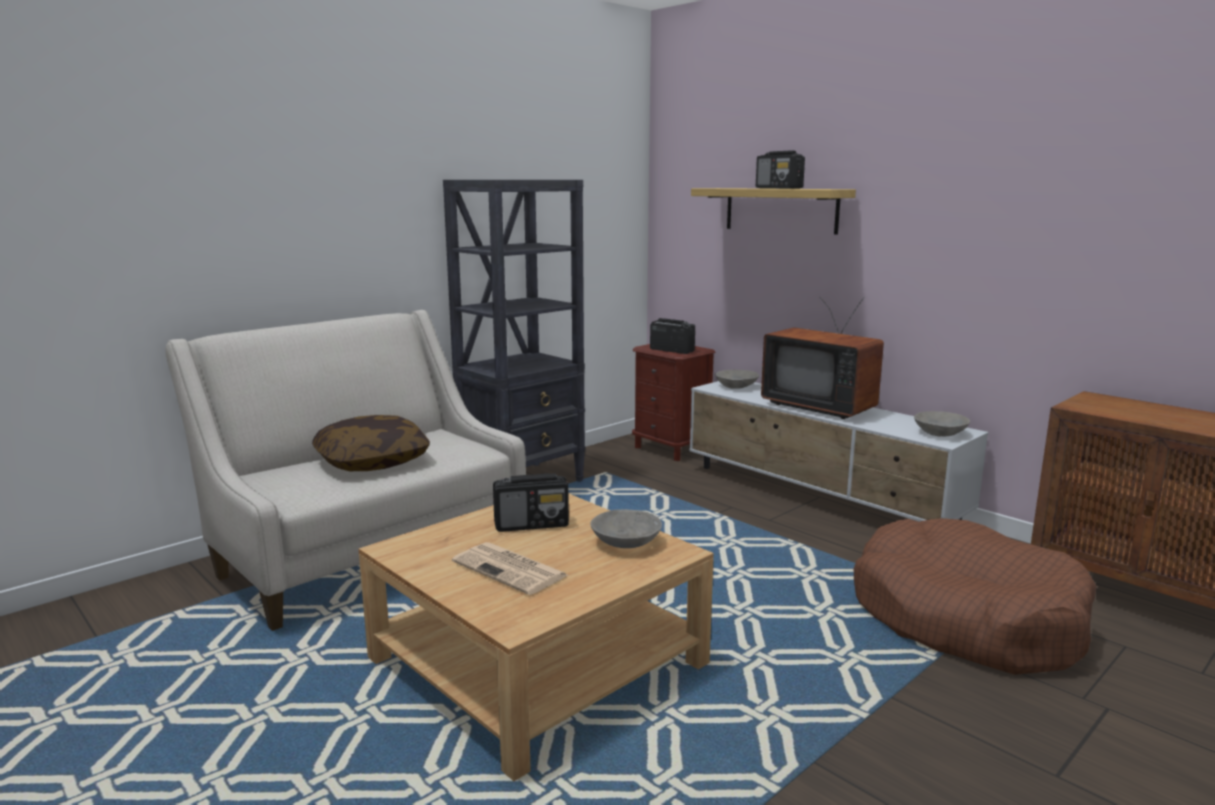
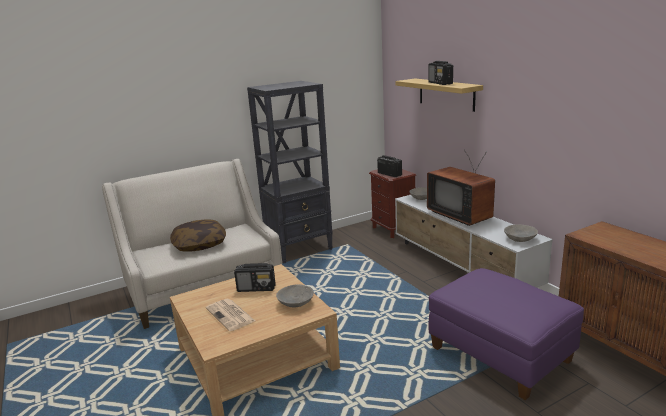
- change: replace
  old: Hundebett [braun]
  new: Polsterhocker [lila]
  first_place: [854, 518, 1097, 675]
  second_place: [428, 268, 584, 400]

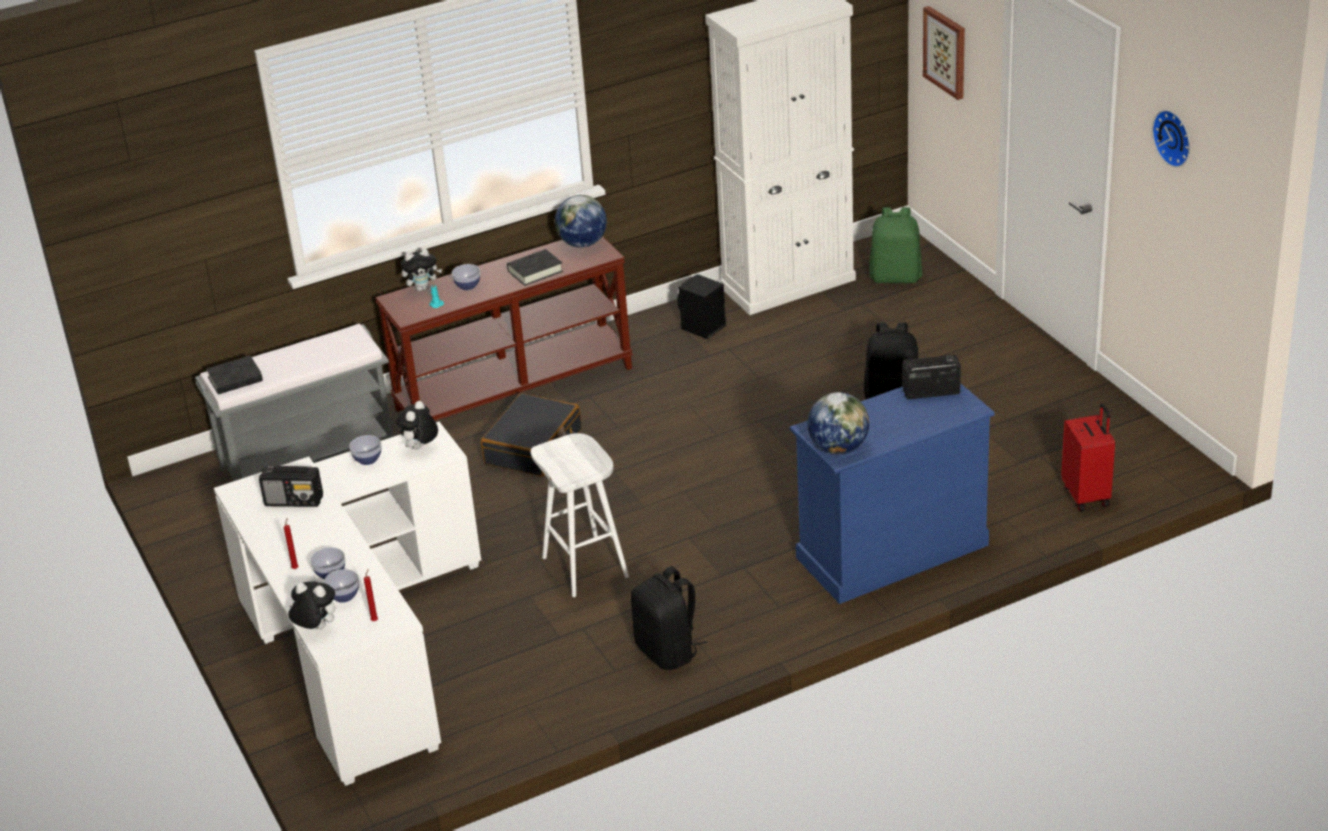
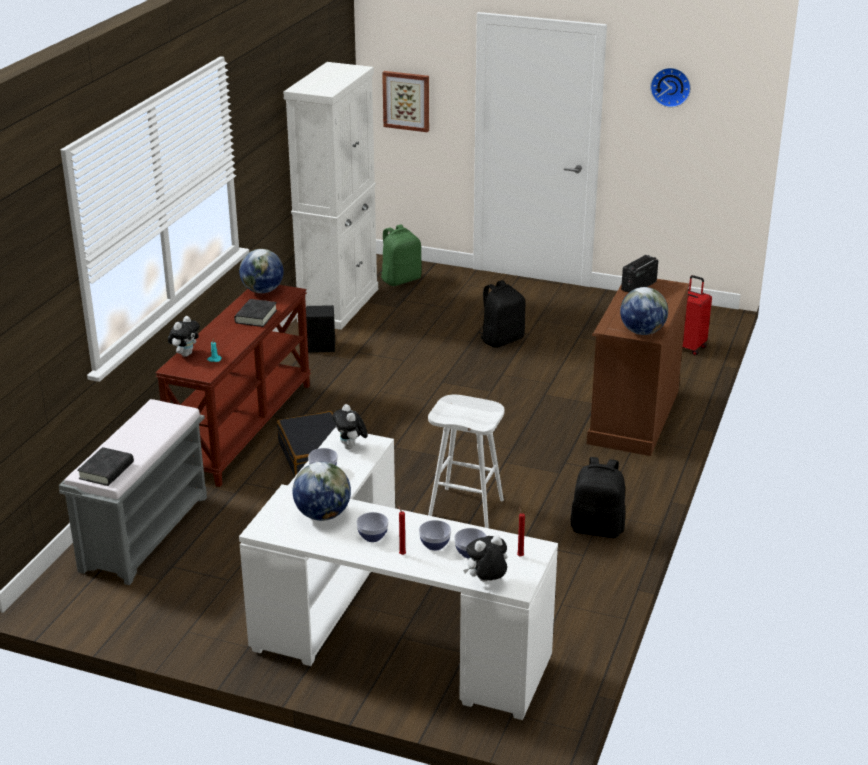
- change: move
  old: Schüssel
  first_place: [452, 264, 480, 290]
  second_place: [357, 512, 388, 542]
- change: replace
  old: Radio
  new: Globus
  first_place: [259, 465, 323, 507]
  second_place: [293, 462, 351, 521]
- change: recolor
  old: Kommode [blau]
  new: Kommode [braun]
  first_place: [789, 383, 995, 604]
  second_place: [587, 279, 689, 456]

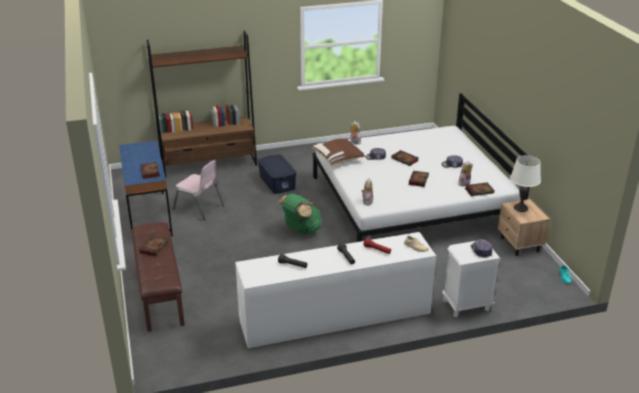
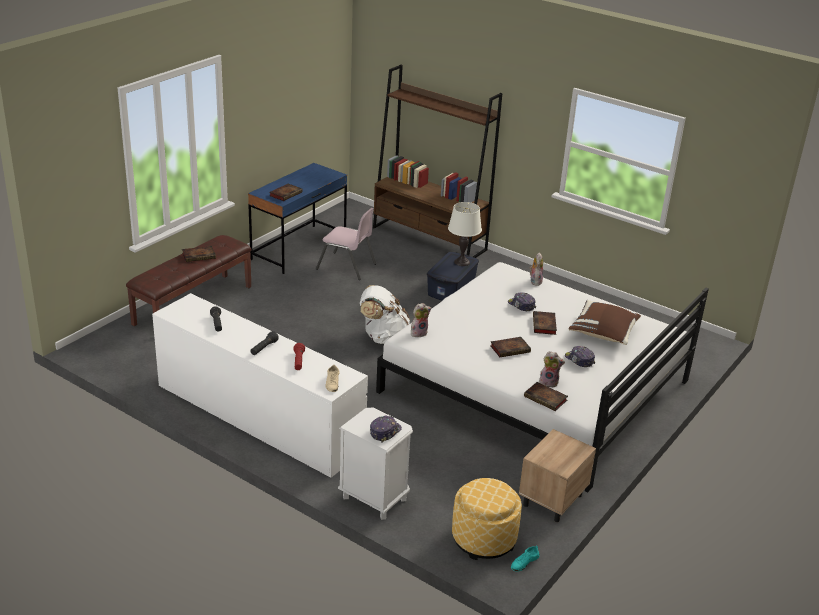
- change: insert
  new: Polsterhocker
  second_place: [452, 478, 522, 560]
- change: move
  old: Kissen [braun]
  first_place: [312, 138, 367, 166]
  second_place: [569, 300, 641, 345]
- change: move
  old: Tischlampe [weiß]
  first_place: [510, 155, 541, 212]
  second_place: [448, 202, 482, 266]
- change: recolor
  old: Rucksack [grün]
  new: Rucksack [weiß]
  first_place: [278, 194, 321, 234]
  second_place: [360, 285, 410, 344]
- change: rotate
  old: Stuhl [rosa]
  first_place: [173, 161, 224, 220]
  second_place: [316, 208, 376, 280]
  degrees: -60

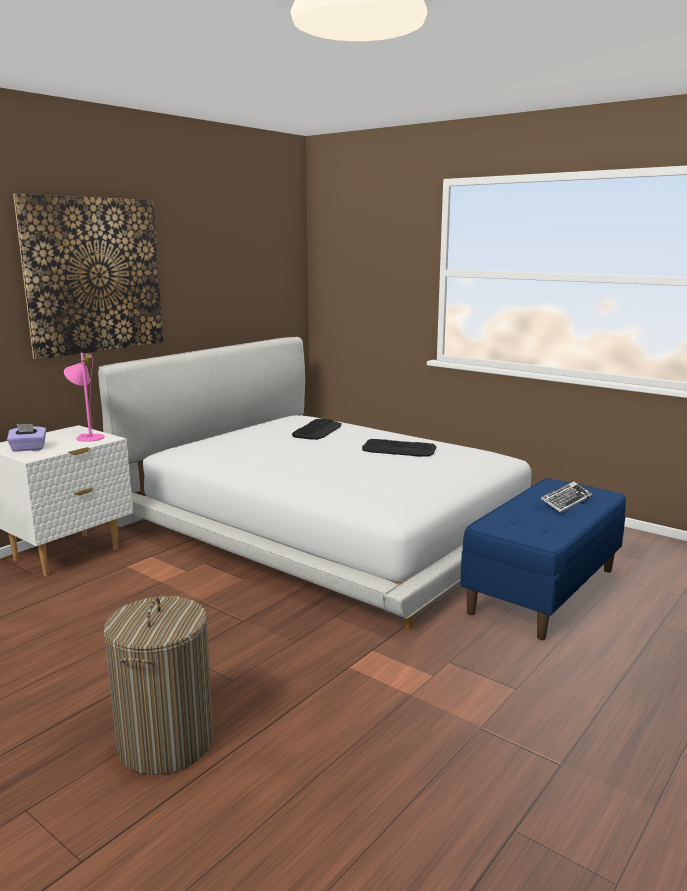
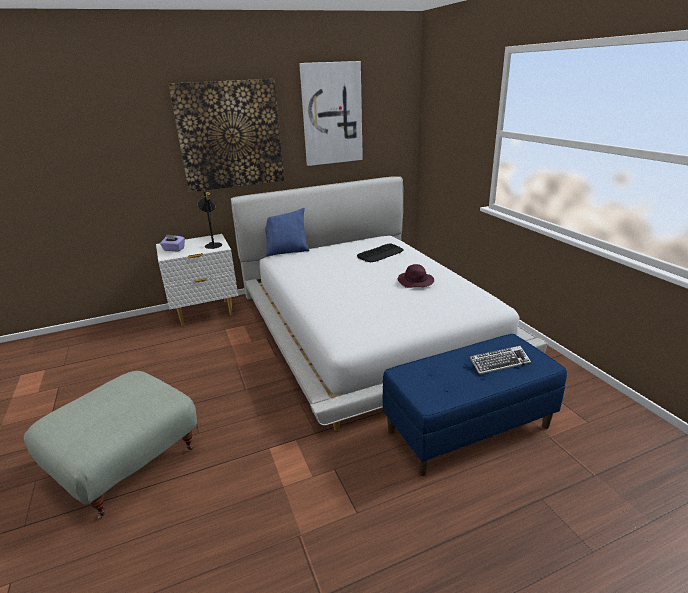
- change: insert
  new: Kissen [blau]
  second_place: [265, 208, 310, 256]
- change: insert
  new: Bild
  second_place: [299, 61, 363, 166]
- change: replace
  old: Wäschekorb
  new: Polsterhocker [grau]
  first_place: [104, 596, 213, 775]
  second_place: [24, 371, 197, 520]
- change: replace
  old: Tastatur
  new: Hut [lila]
  first_place: [362, 439, 436, 457]
  second_place: [398, 264, 434, 288]
- change: recolor
  old: Tischlampe [rosa]
  new: Tischlampe [schwarz]
  first_place: [64, 353, 105, 442]
  second_place: [198, 191, 222, 249]

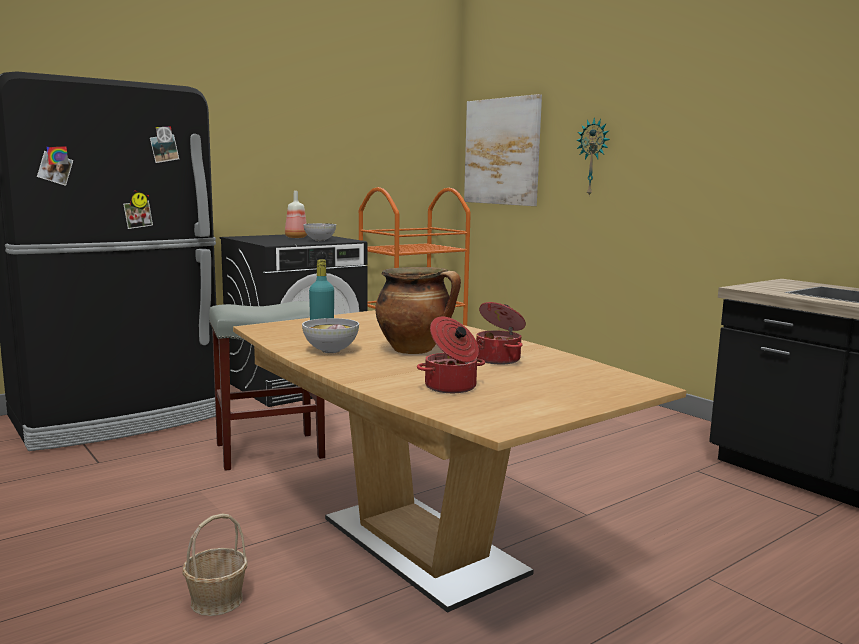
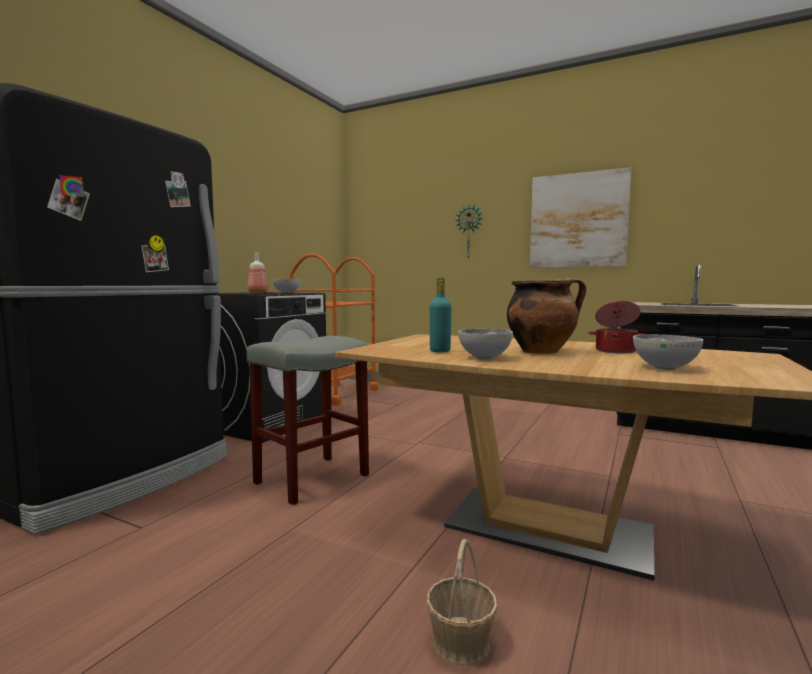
- change: move
  old: Bild
  first_place: [464, 94, 542, 206]
  second_place: [530, 168, 631, 268]
- change: replace
  old: Kochtopf
  new: Schüssel
  first_place: [417, 317, 485, 393]
  second_place: [633, 335, 703, 370]

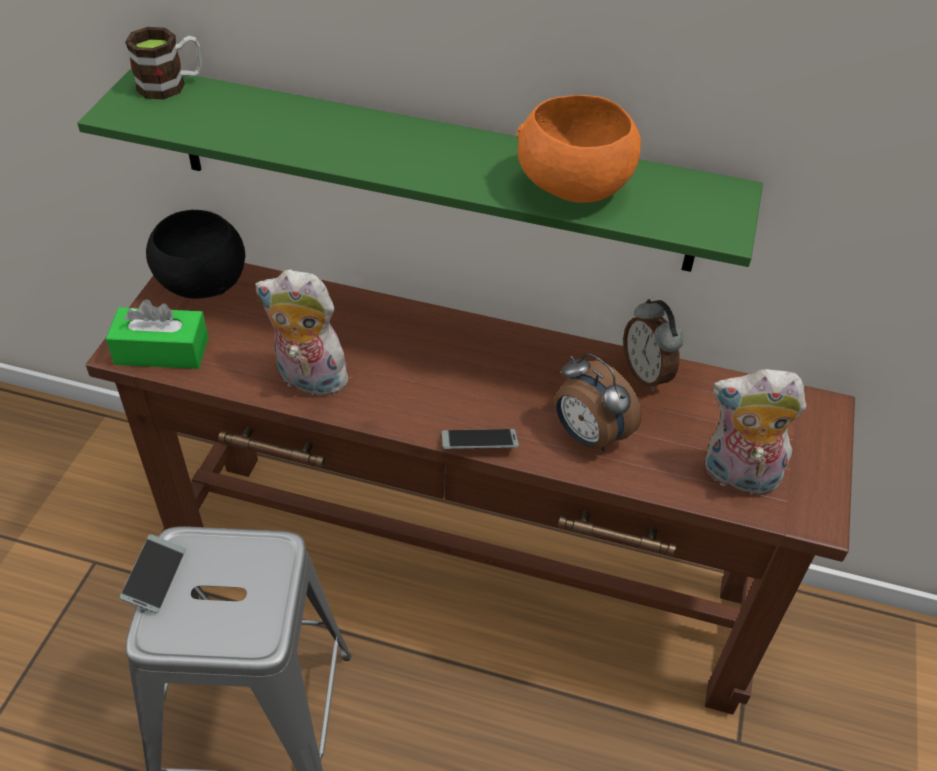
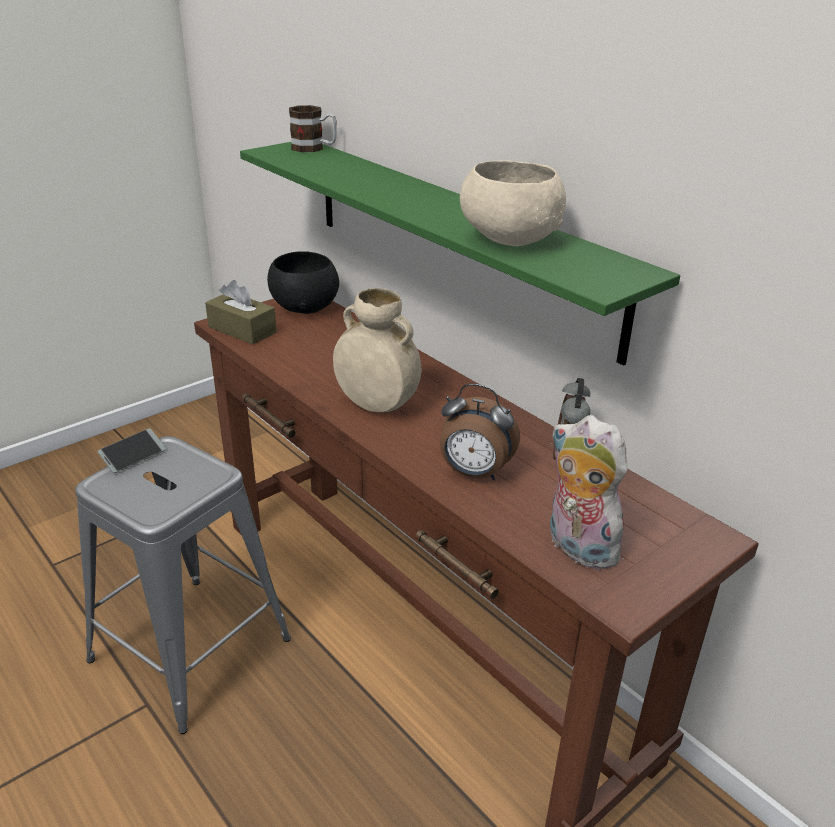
- change: delete
  old: Plüschtier
  first_place: [255, 269, 348, 400]
- change: delete
  old: Handy
  first_place: [442, 429, 519, 449]
- change: insert
  new: Vase [beige]
  second_place: [333, 288, 421, 412]
- change: recolor
  old: Taschentuchbox [grün]
  new: Taschentuchbox [braun]
  first_place: [106, 299, 209, 369]
  second_place: [205, 280, 276, 345]
- change: recolor
  old: Schüssel [orange]
  new: Schüssel [beige]
  first_place: [517, 95, 641, 203]
  second_place: [460, 160, 566, 246]
- change: rotate
  old: Wecker
  first_place: [555, 353, 642, 452]
  second_place: [440, 383, 520, 480]
  degrees: -60

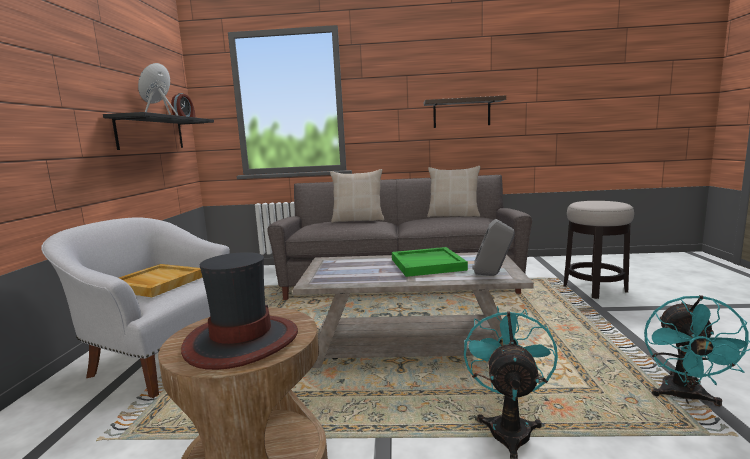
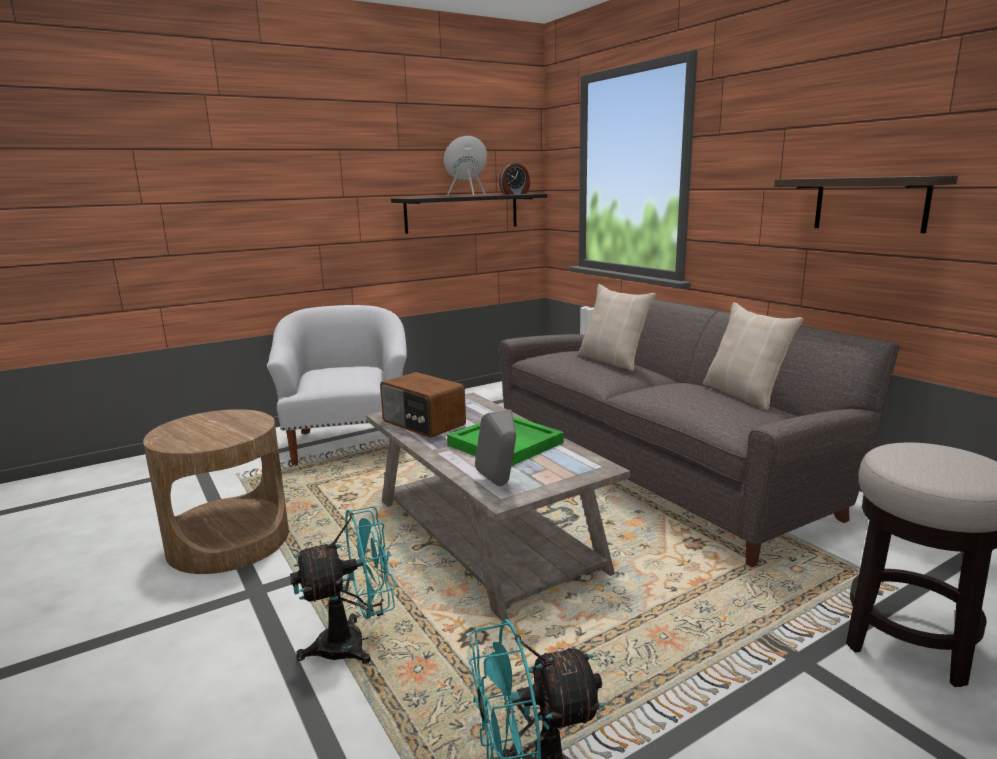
- change: delete
  old: Tablett [beige]
  first_place: [119, 264, 202, 297]
- change: delete
  old: Hut
  first_place: [181, 252, 298, 370]
- change: insert
  new: Radio
  second_place: [380, 372, 466, 438]

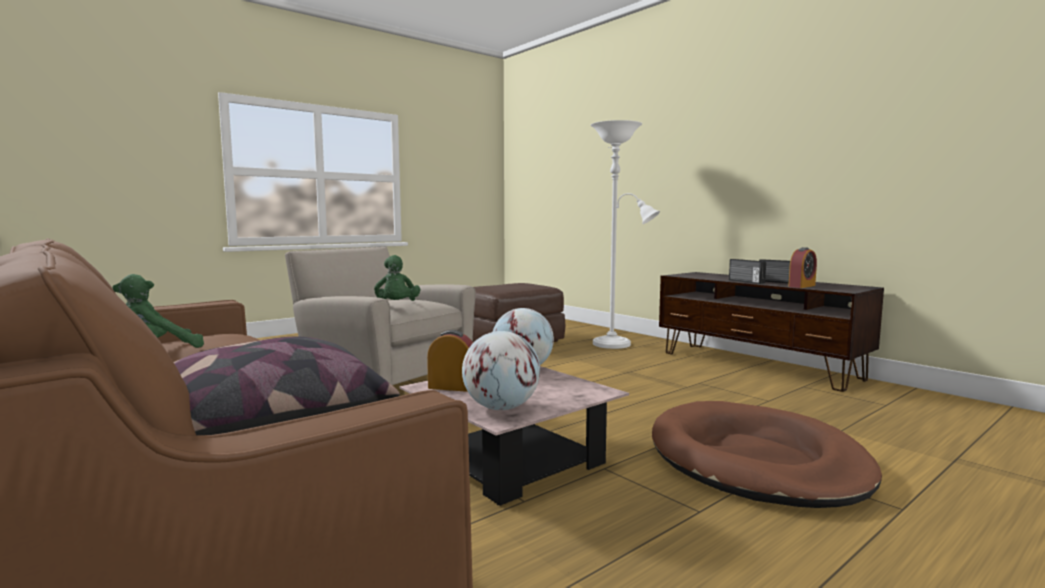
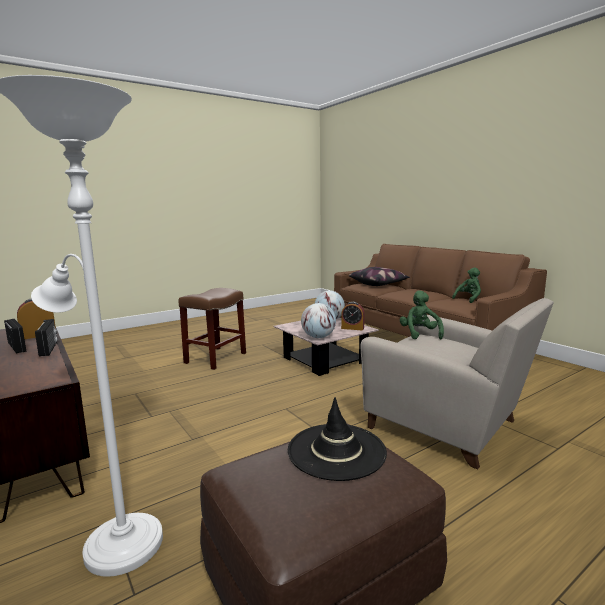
- change: insert
  new: Hut [schwarz]
  second_place: [288, 397, 387, 481]
- change: replace
  old: Hundebett [braun]
  new: Hocker [braun]
  first_place: [652, 401, 882, 508]
  second_place: [178, 288, 246, 370]

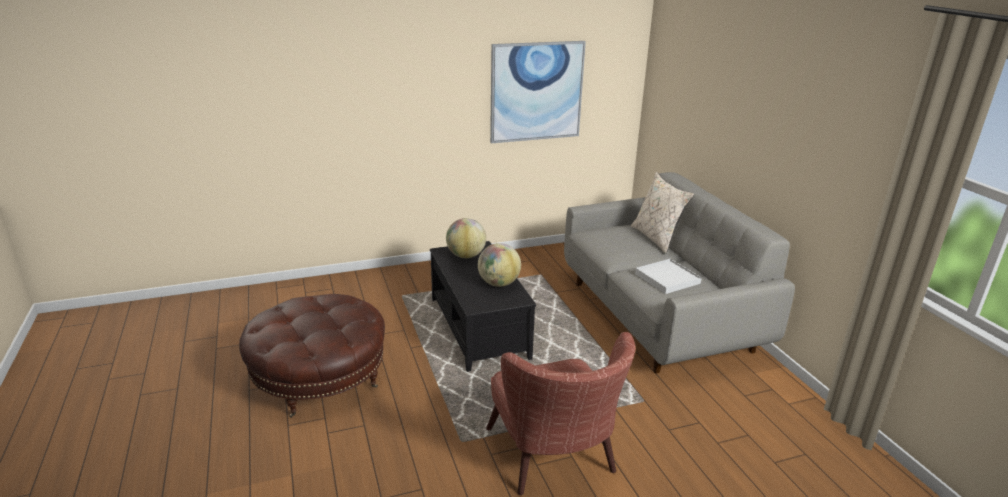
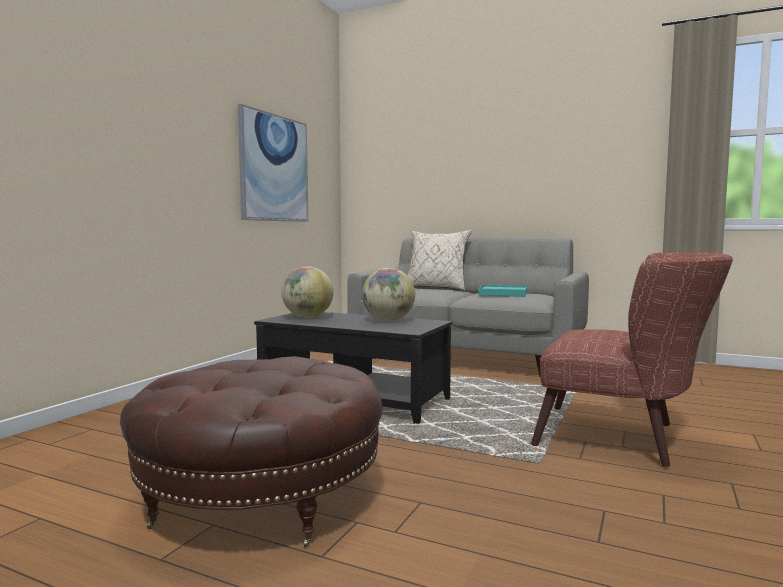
- change: recolor
  old: Tablett [weiß]
  new: Tablett [türkis]
  first_place: [635, 259, 702, 294]
  second_place: [478, 284, 527, 297]

